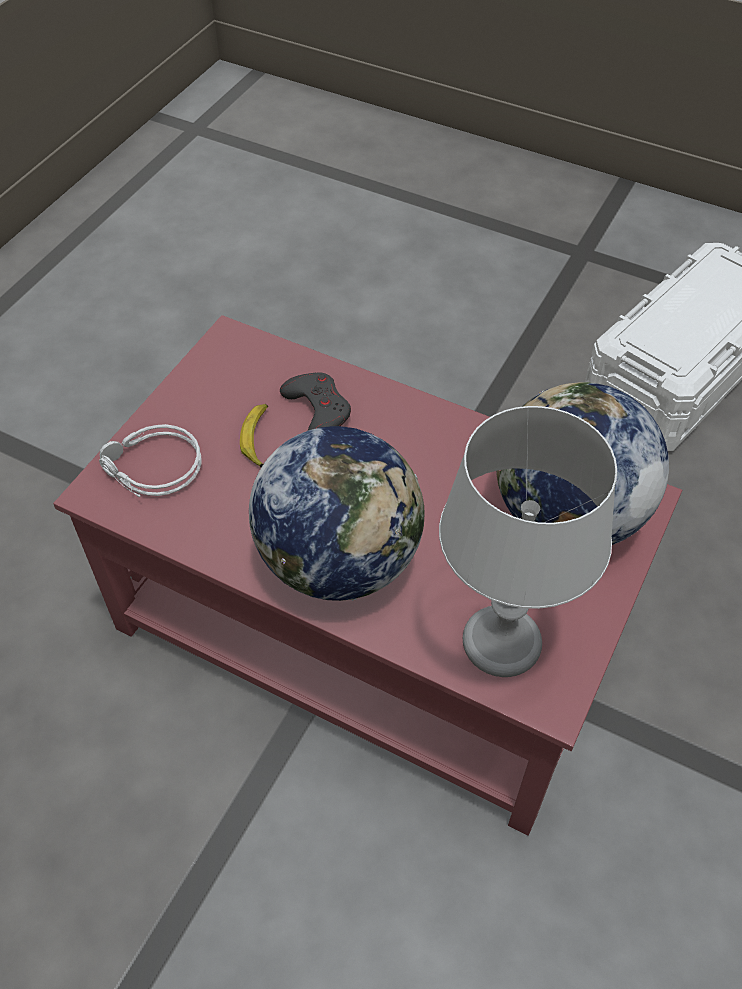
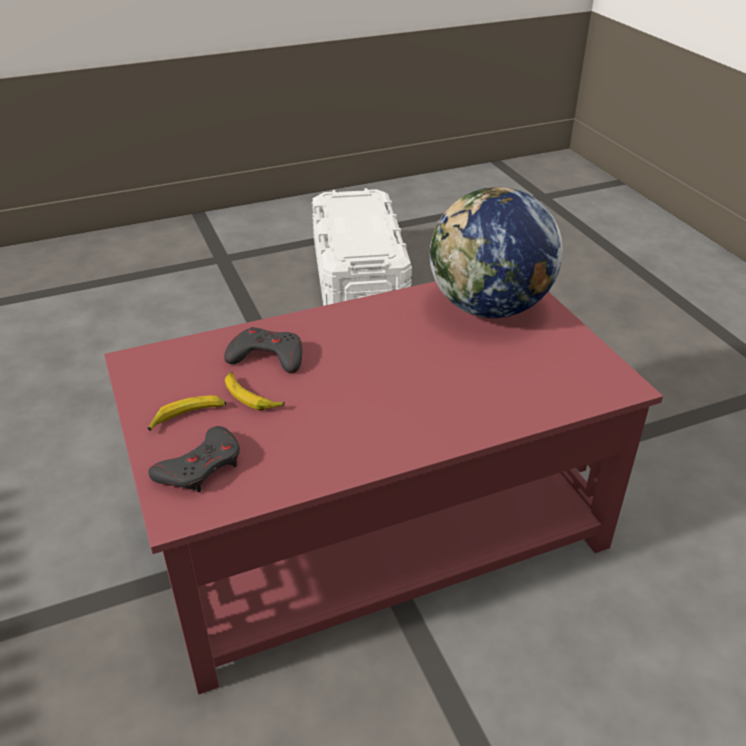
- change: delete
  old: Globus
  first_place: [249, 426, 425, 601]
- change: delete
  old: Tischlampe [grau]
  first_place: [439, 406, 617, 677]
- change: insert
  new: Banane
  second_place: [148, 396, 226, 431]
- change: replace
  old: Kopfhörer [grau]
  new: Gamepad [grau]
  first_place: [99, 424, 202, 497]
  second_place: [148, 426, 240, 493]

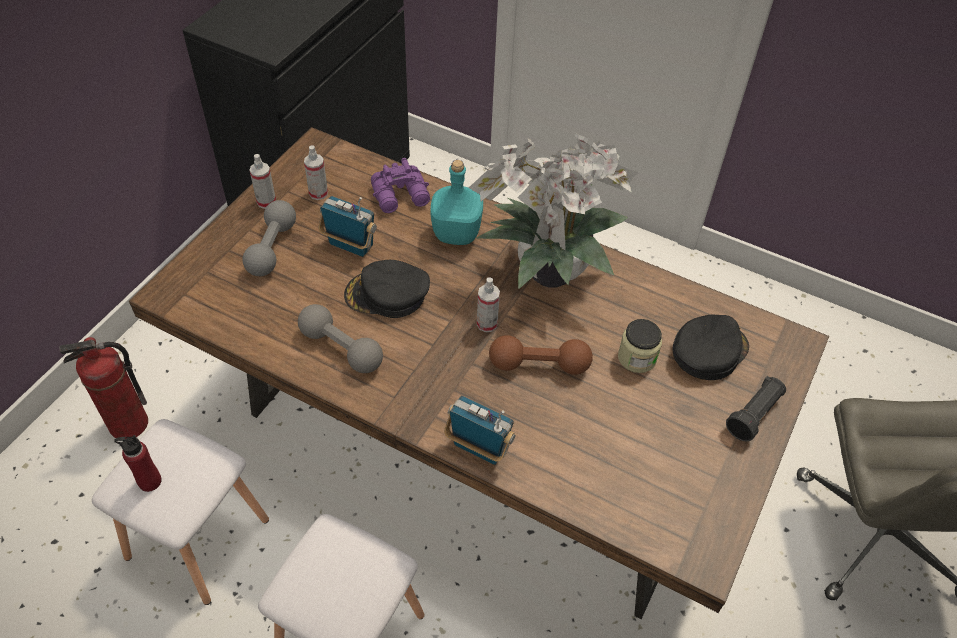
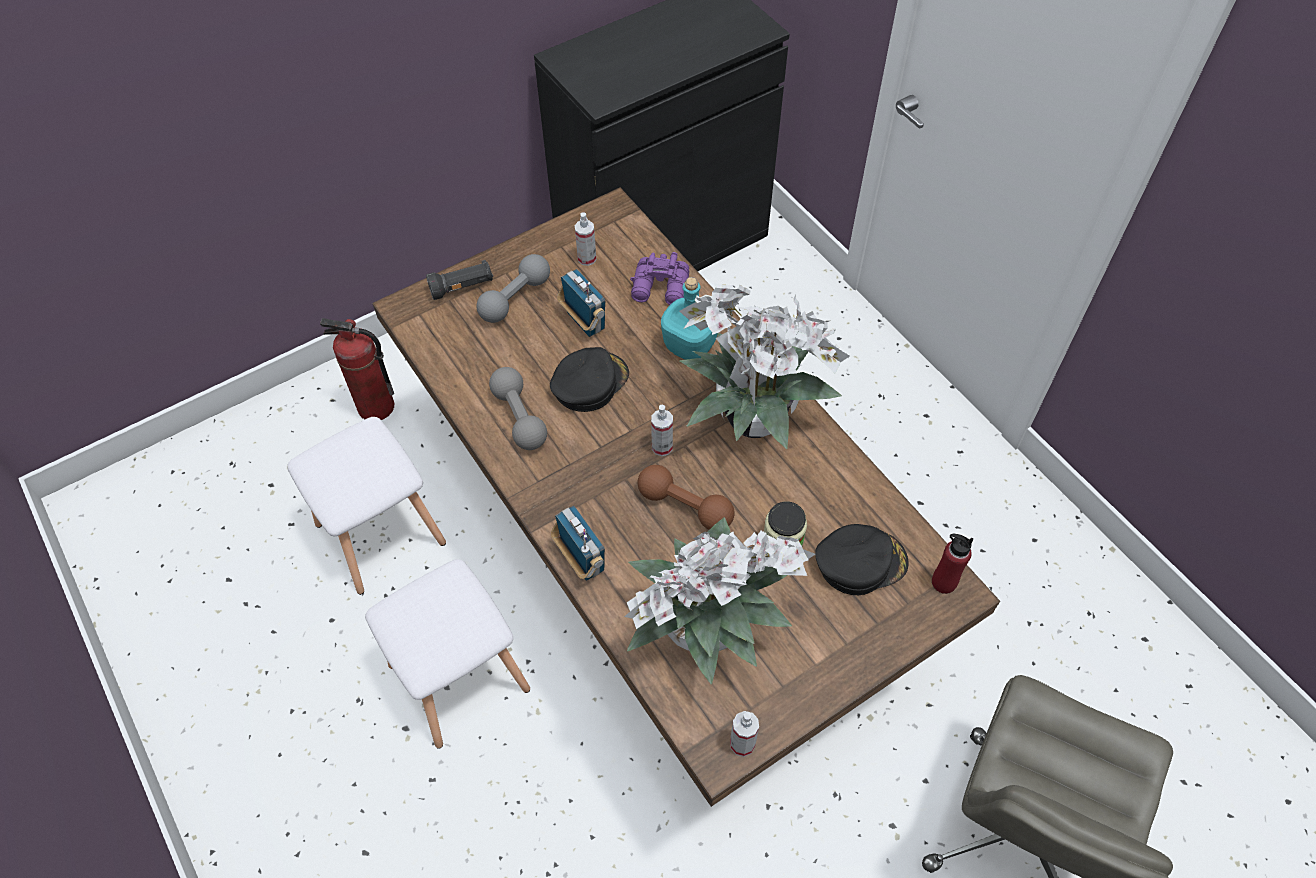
- change: insert
  new: Topfpflanze
  second_place: [624, 517, 815, 684]
- change: move
  old: Flasche [rot]
  first_place: [114, 435, 162, 492]
  second_place: [932, 534, 973, 594]
- change: move
  old: Sprühflasche
  first_place: [250, 154, 276, 209]
  second_place: [730, 711, 759, 757]
- change: move
  old: Taschenlampe [schwarz]
  first_place: [726, 376, 786, 441]
  second_place: [426, 260, 493, 300]
- change: rotate
  old: Kappe [schwarz]
  first_place: [344, 260, 430, 318]
  second_place: [550, 347, 629, 412]
  degrees: 105

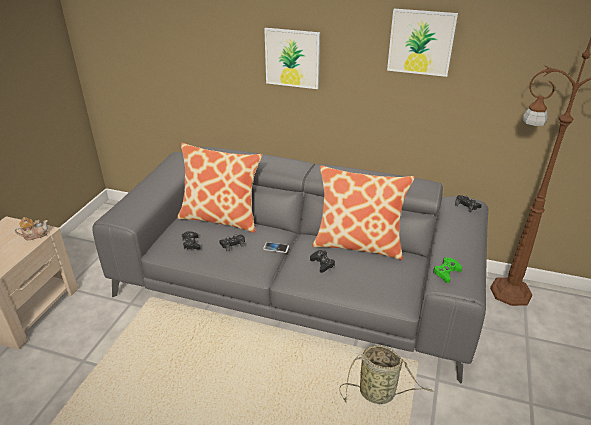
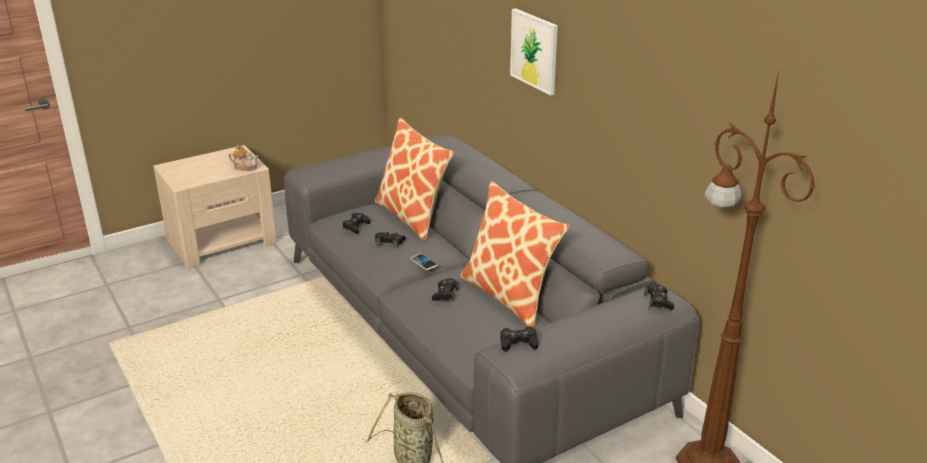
- change: delete
  old: Bild
  first_place: [387, 9, 458, 77]
- change: recolor
  old: Gamepad [grün]
  new: Gamepad [schwarz]
  first_place: [433, 257, 462, 283]
  second_place: [500, 326, 538, 352]

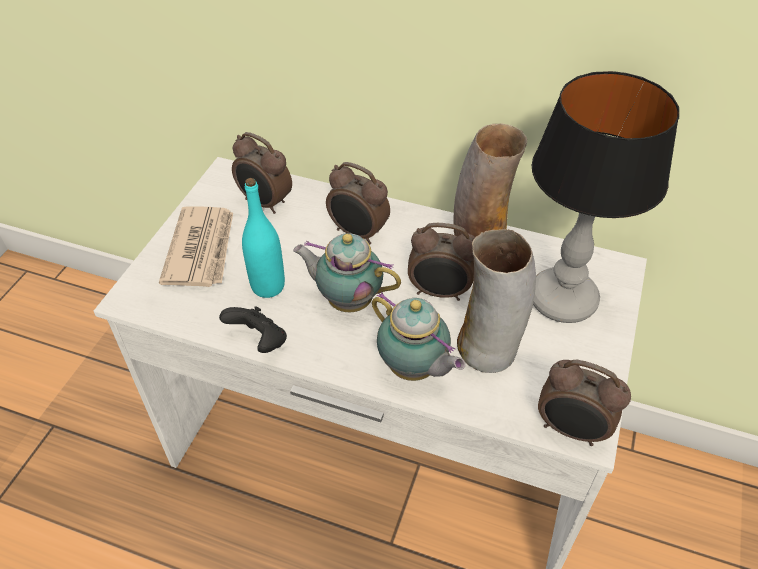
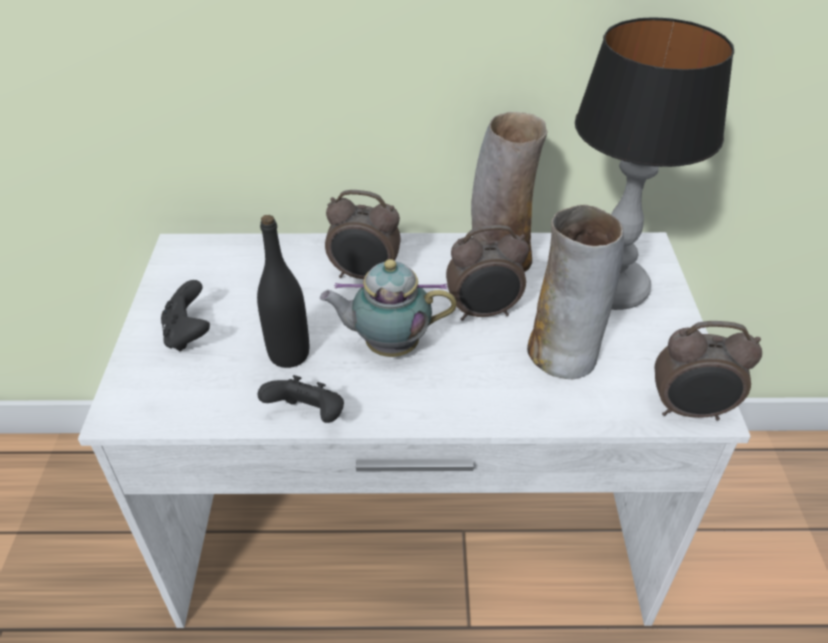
- change: delete
  old: Wecker
  first_place: [232, 132, 292, 214]
- change: delete
  old: Teekanne
  first_place: [372, 292, 466, 381]
- change: replace
  old: Zeitung
  new: Gamepad [schwarz]
  first_place: [159, 206, 233, 287]
  second_place: [161, 280, 210, 352]
- change: recolor
  old: Flasche [türkis]
  new: Flasche [schwarz]
  first_place: [242, 178, 285, 298]
  second_place: [257, 215, 309, 368]

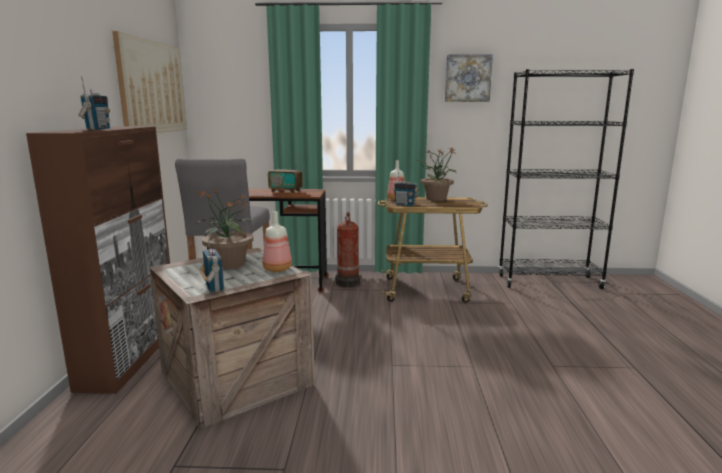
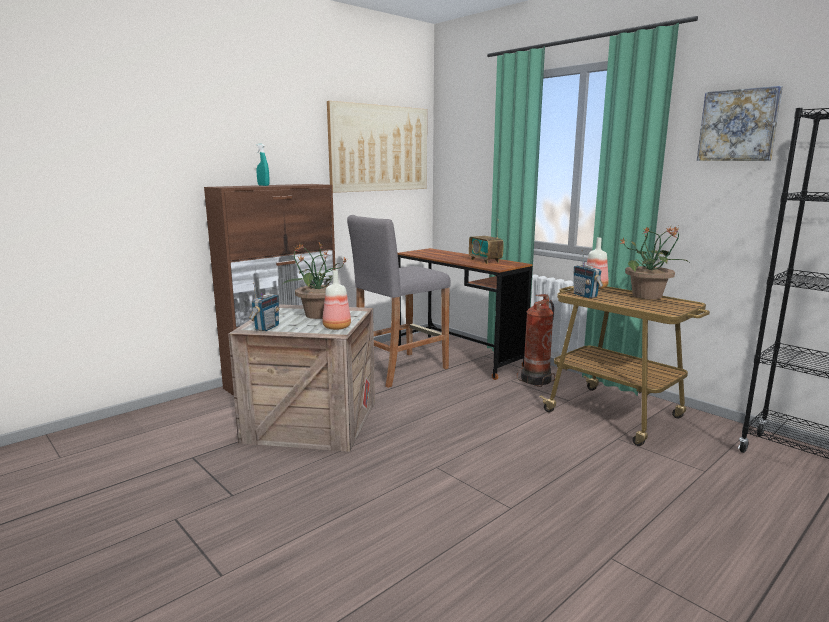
- change: replace
  old: Radio
  new: Sprühflasche [türkis]
  first_place: [79, 76, 110, 130]
  second_place: [256, 144, 270, 186]

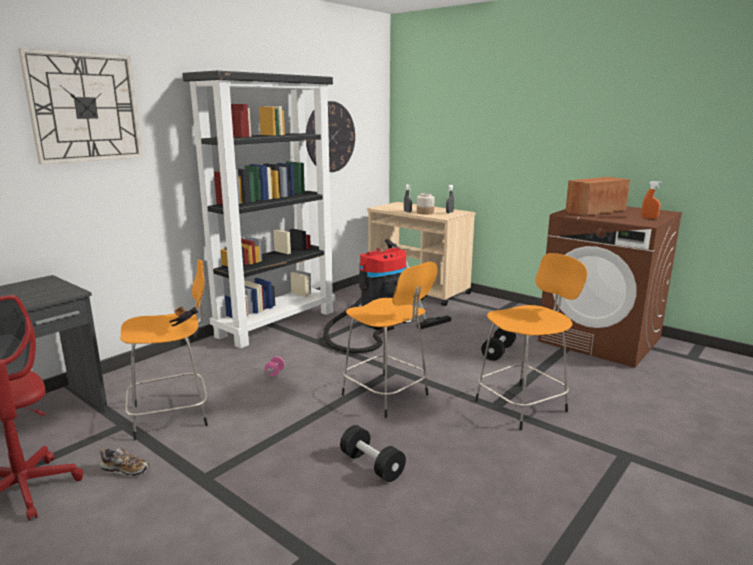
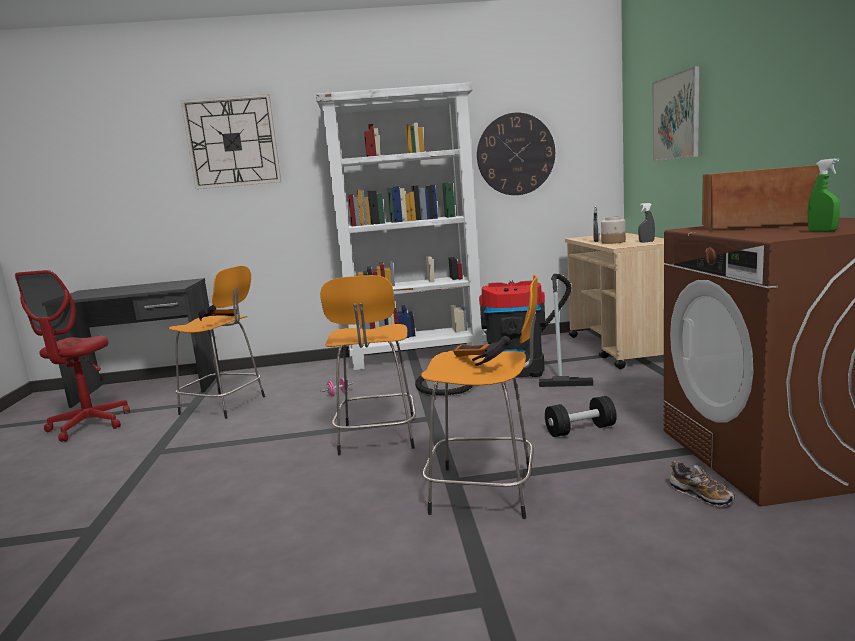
- change: delete
  old: Hantel [schwarz]
  first_place: [340, 425, 406, 482]
- change: insert
  new: Hammer
  second_place: [453, 336, 511, 366]
- change: insert
  new: Bild
  second_place: [652, 66, 700, 162]
- change: move
  old: Schuh
  first_place: [100, 448, 150, 477]
  second_place: [670, 461, 735, 507]
- change: recolor
  old: Bücherregal [schwarz]
  new: Bücherregal [weiß]
  first_place: [182, 71, 335, 348]
  second_place: [316, 82, 487, 370]
- change: recolor
  old: Sprühflasche [orange]
  new: Sprühflasche [grün]
  first_place: [641, 181, 662, 219]
  second_place: [808, 158, 840, 232]

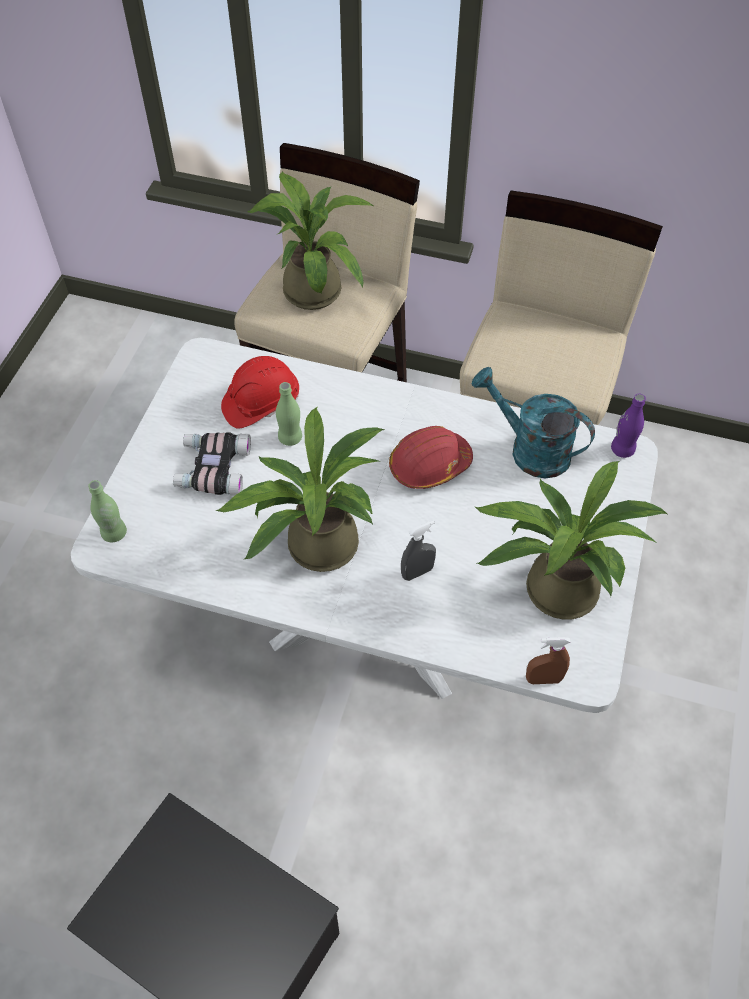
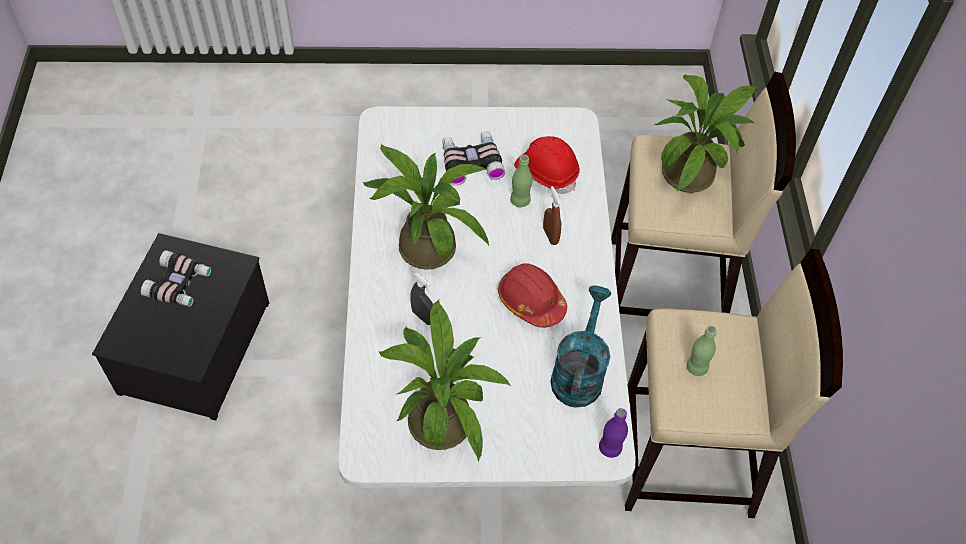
- change: insert
  new: Fernglas
  second_place: [141, 250, 211, 307]
- change: move
  old: Flasche [grün]
  first_place: [88, 480, 127, 542]
  second_place: [686, 326, 717, 376]
- change: move
  old: Sprühflasche [braun]
  first_place: [526, 637, 570, 684]
  second_place: [543, 186, 561, 245]

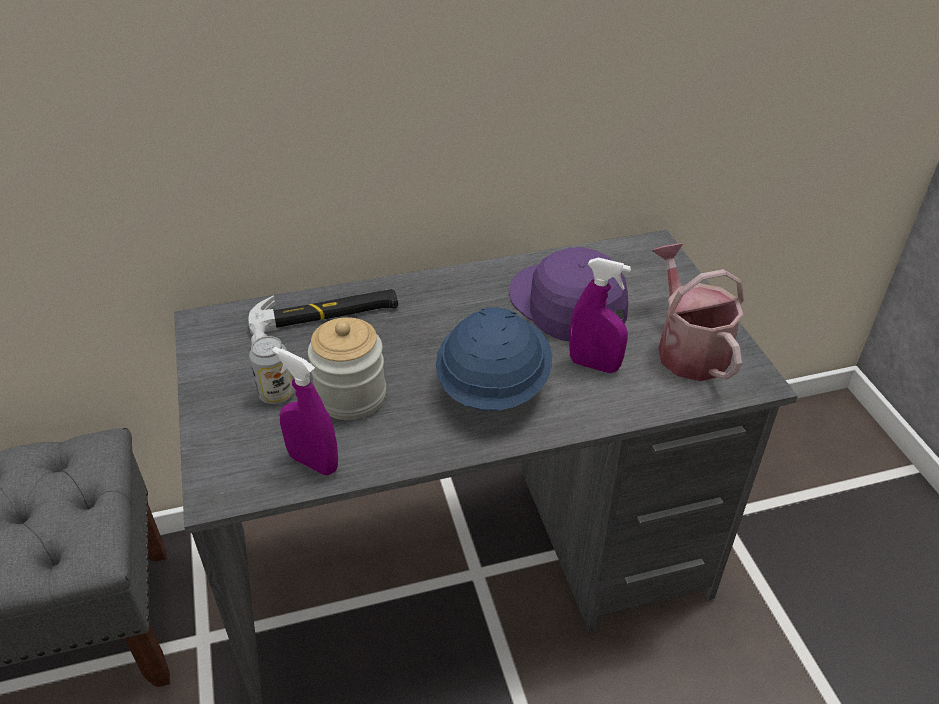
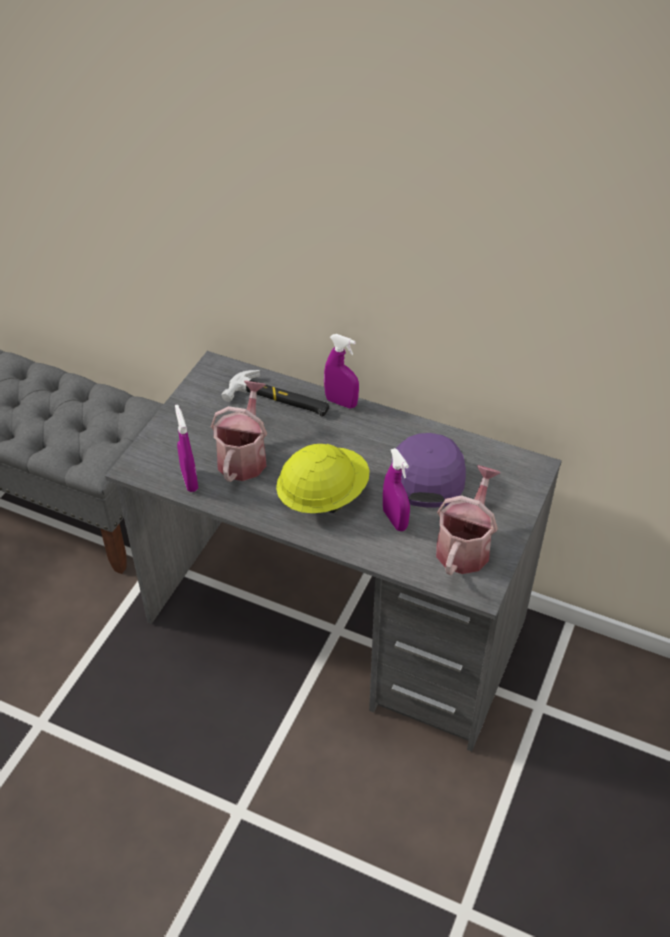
- change: delete
  old: Dose
  first_place: [249, 336, 294, 404]
- change: insert
  new: Sprühflasche [lila]
  second_place: [324, 334, 359, 408]
- change: replace
  old: Vorratsglas
  new: Gießkanne
  first_place: [308, 317, 386, 420]
  second_place: [211, 381, 267, 482]
- change: recolor
  old: Schutzhelm [blau]
  new: Schutzhelm [gelb]
  first_place: [436, 307, 552, 411]
  second_place: [276, 444, 369, 513]

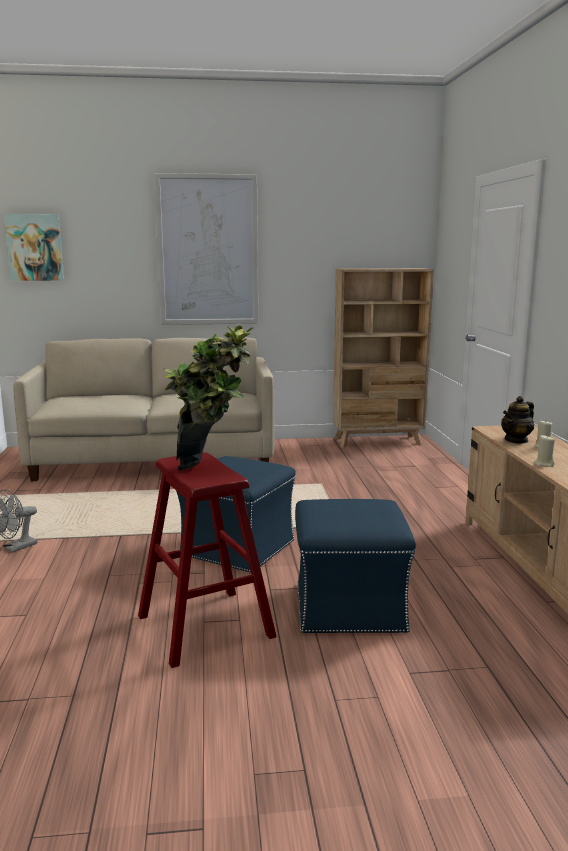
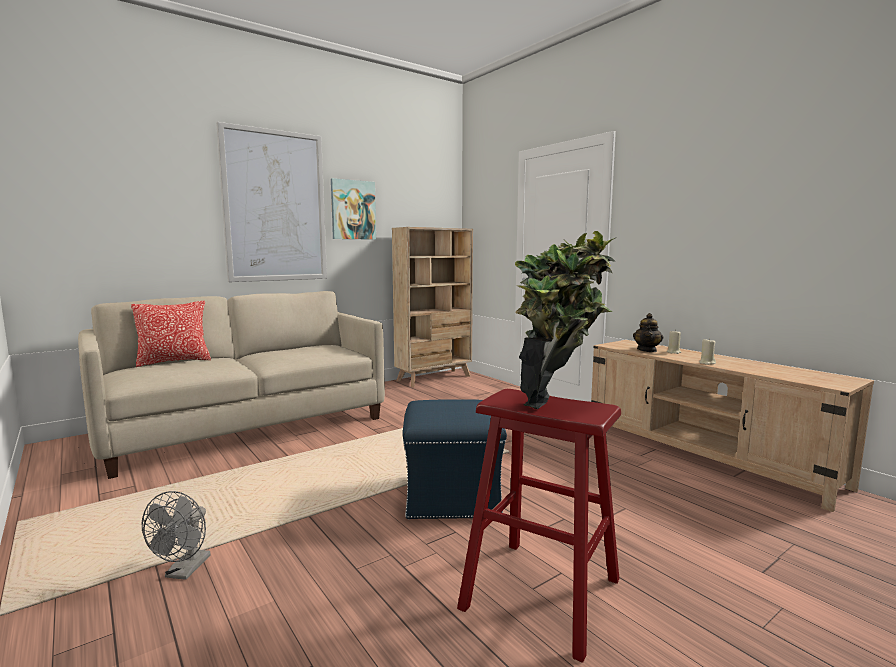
- change: delete
  old: Polsterhocker [blau]
  first_place: [295, 499, 416, 634]
- change: insert
  new: Kissen
  second_place: [131, 301, 211, 367]
- change: move
  old: Bild
  first_place: [4, 214, 64, 281]
  second_place: [331, 178, 376, 240]

